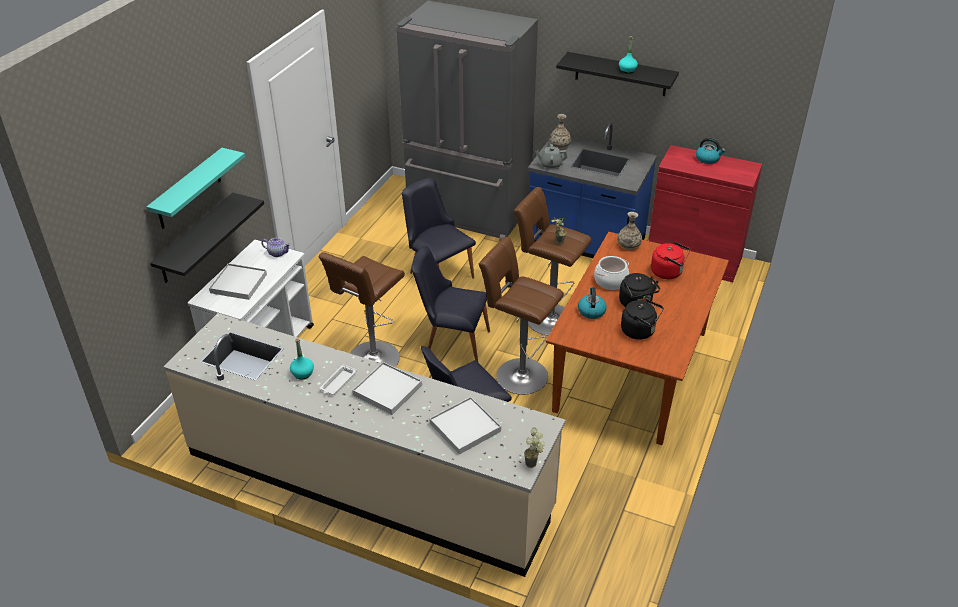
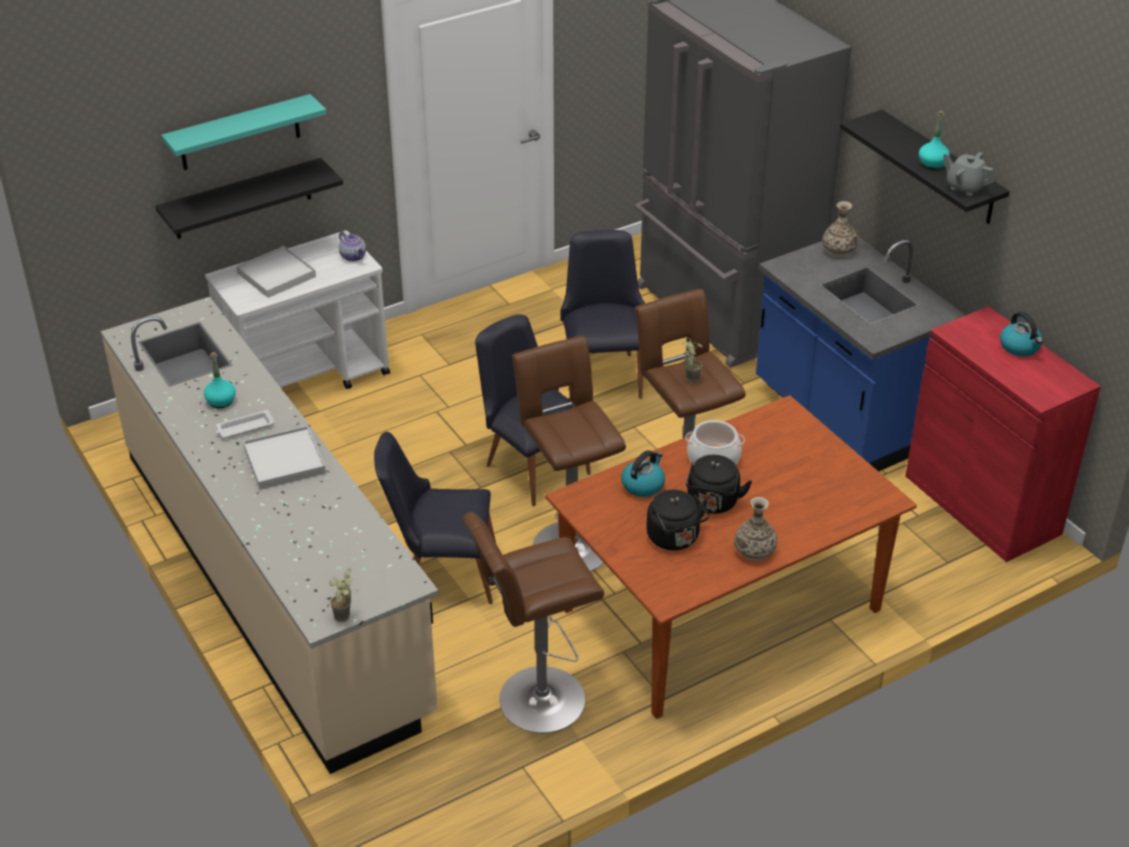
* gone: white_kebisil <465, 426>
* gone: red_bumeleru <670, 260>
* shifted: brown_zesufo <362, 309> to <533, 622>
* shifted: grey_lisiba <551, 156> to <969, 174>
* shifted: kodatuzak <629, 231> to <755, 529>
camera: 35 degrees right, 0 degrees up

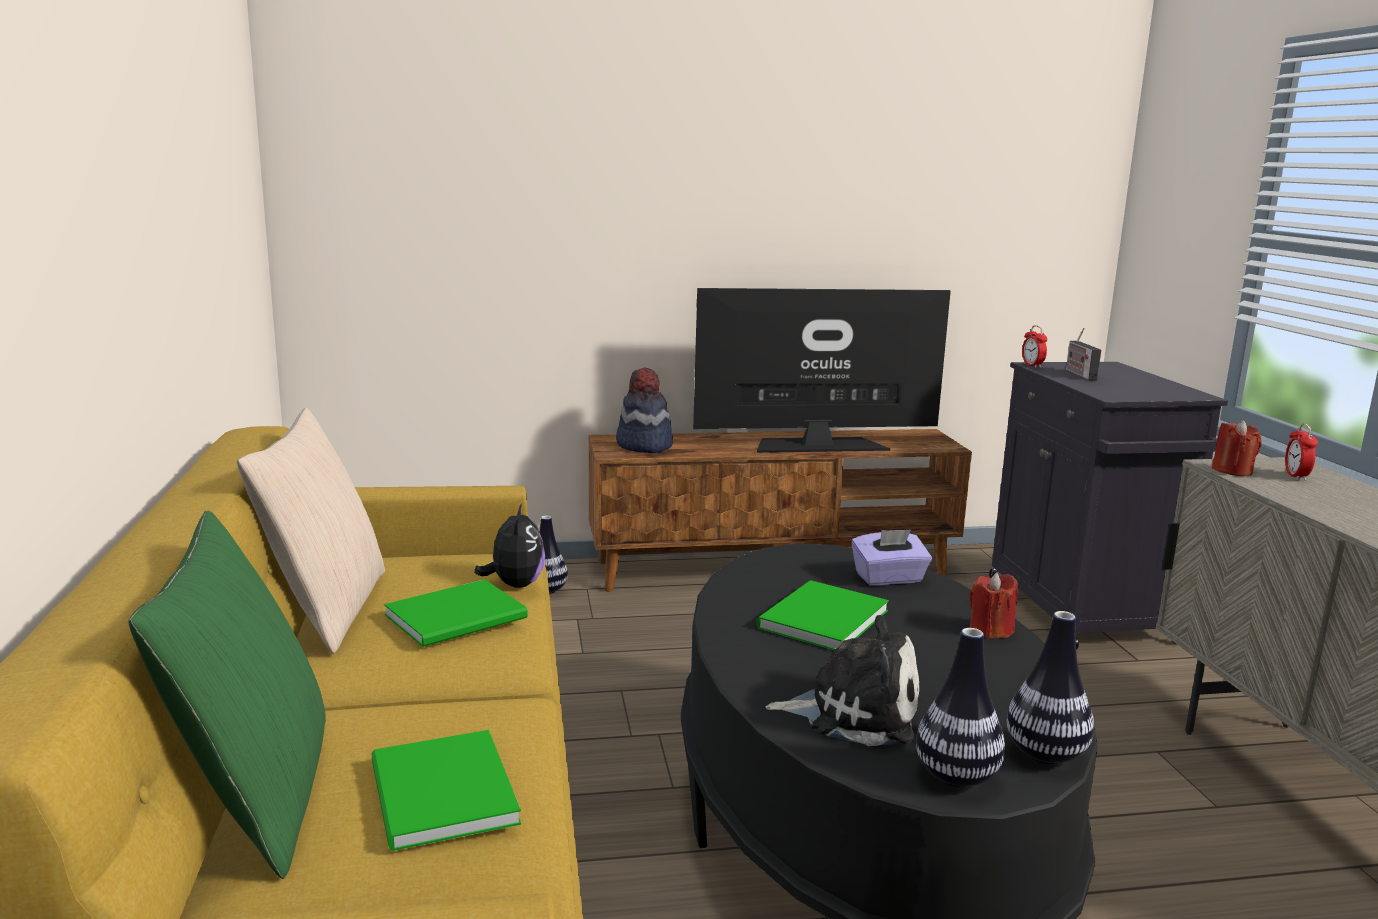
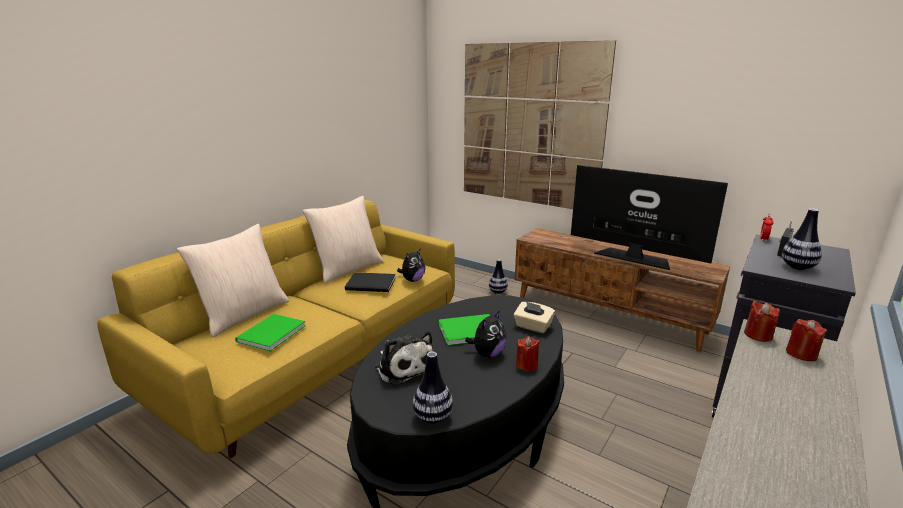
* gone: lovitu <644, 410>
* new: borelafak <540, 124>
* new: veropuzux <485, 333>
* shifted: kodatuzak <960, 707> to <802, 239>
* swapped: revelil <1301, 452> to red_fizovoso <806, 340>
* repainted: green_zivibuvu <227, 694> to beige_zivibuvu <233, 281>
* repainted: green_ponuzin <456, 613> to black_ponuzin <370, 282>
* repainted: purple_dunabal <891, 557> to beige_dunabal <534, 317>
camera: 45 degrees right, 5 degrees up

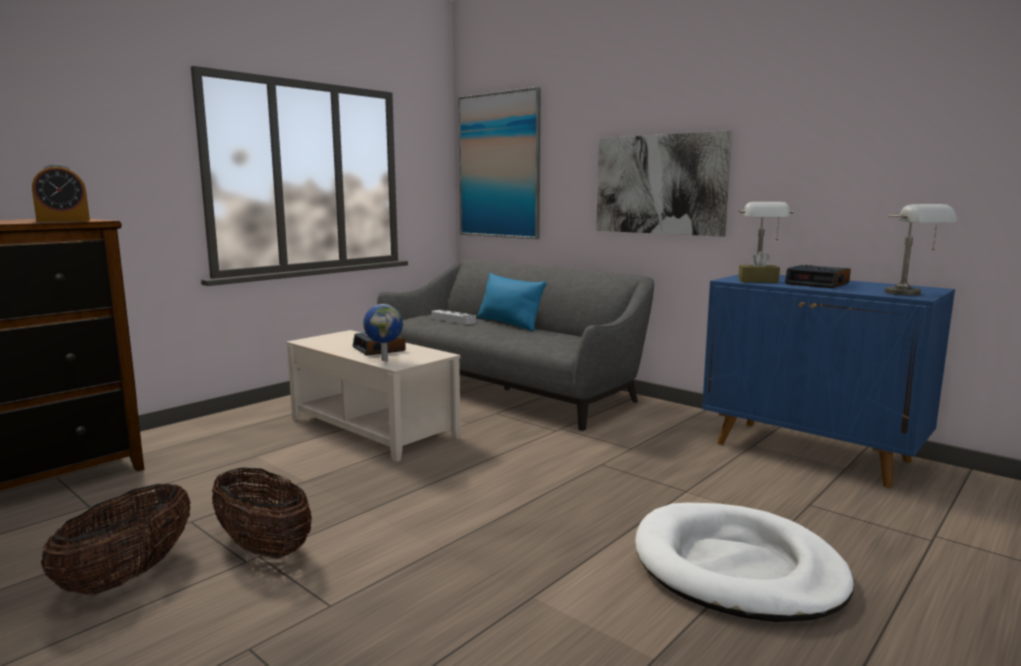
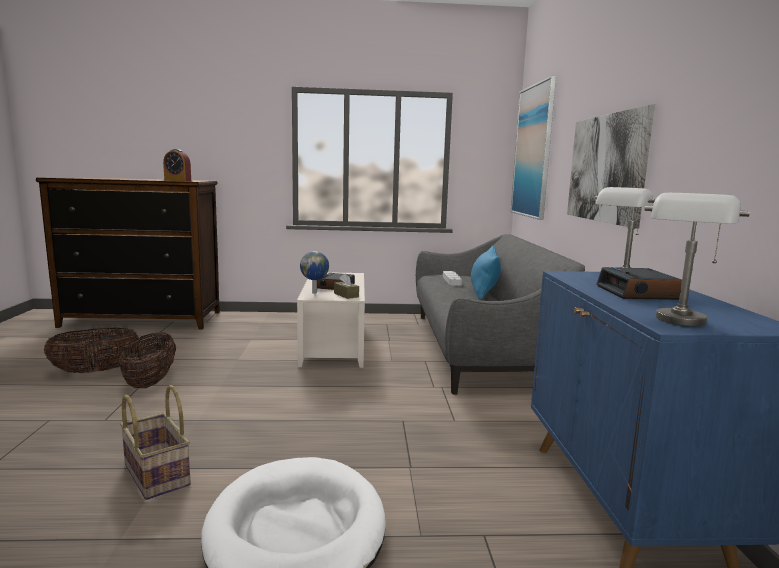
* new: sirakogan <155, 442>
* shifted: brown_dunabal <759, 267> to <346, 286>
camera: 45 degrees right, 0 degrees up

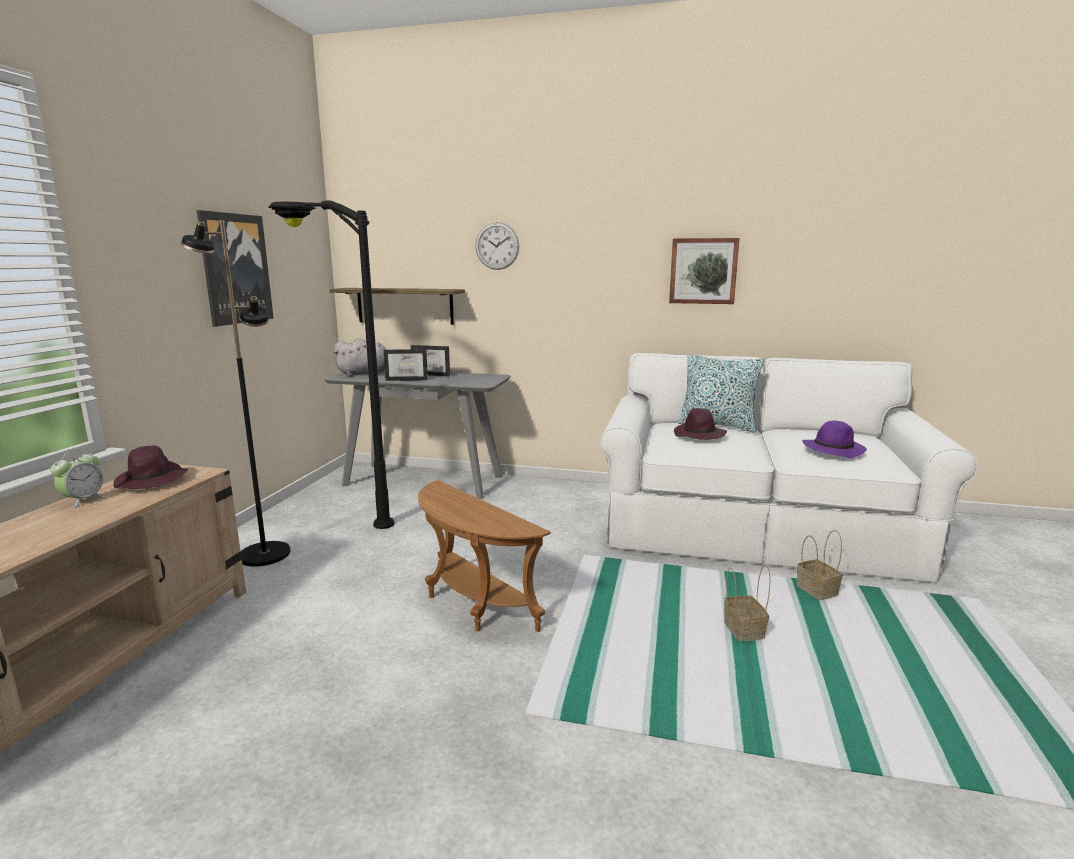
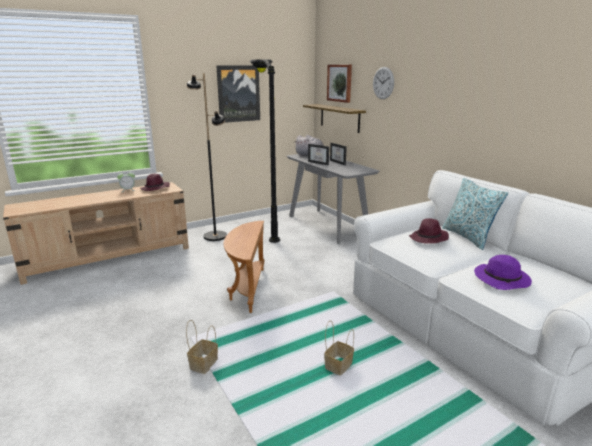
* shifted: borelafak <704, 271> to <339, 84>
* shifted: sirakogan <819, 565> to <202, 347>
camera: 45 degrees right, 5 degrees up

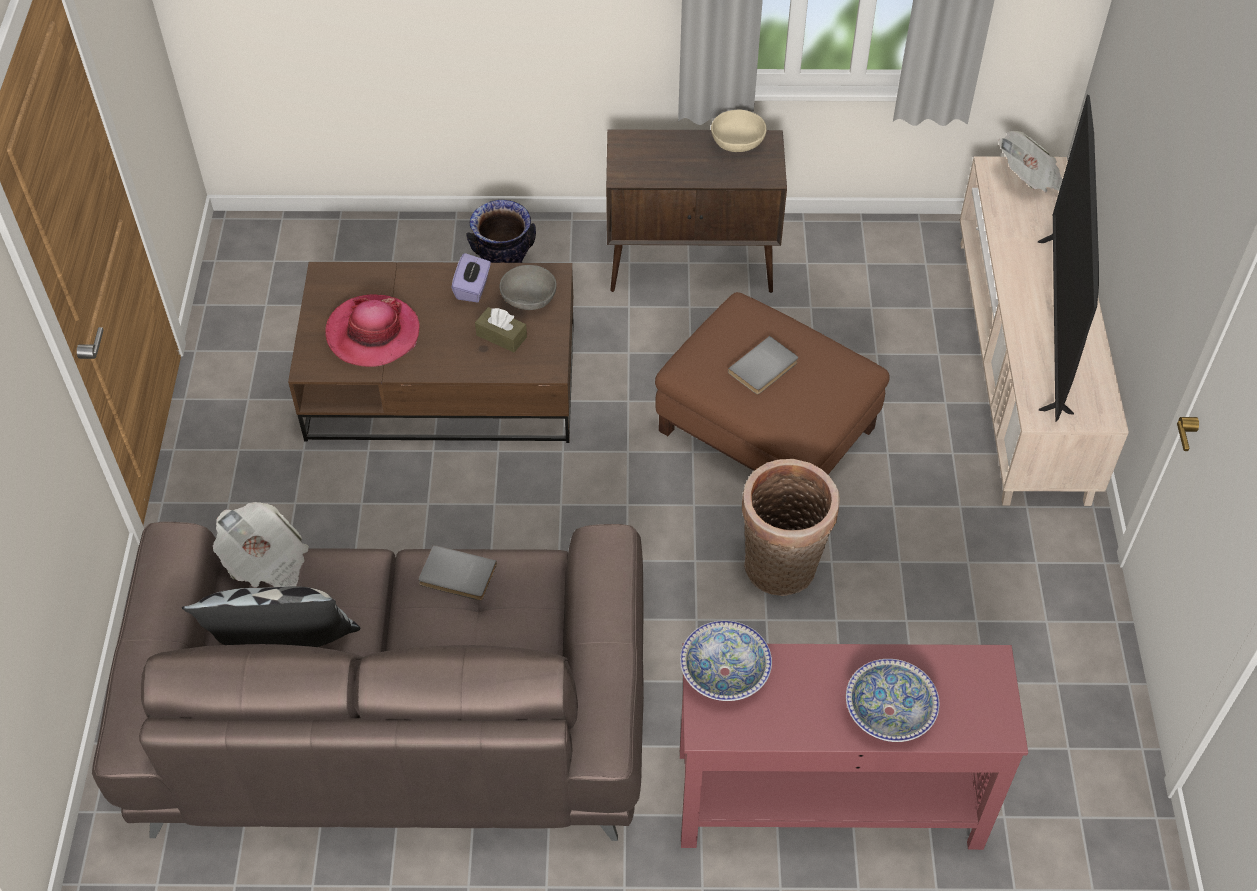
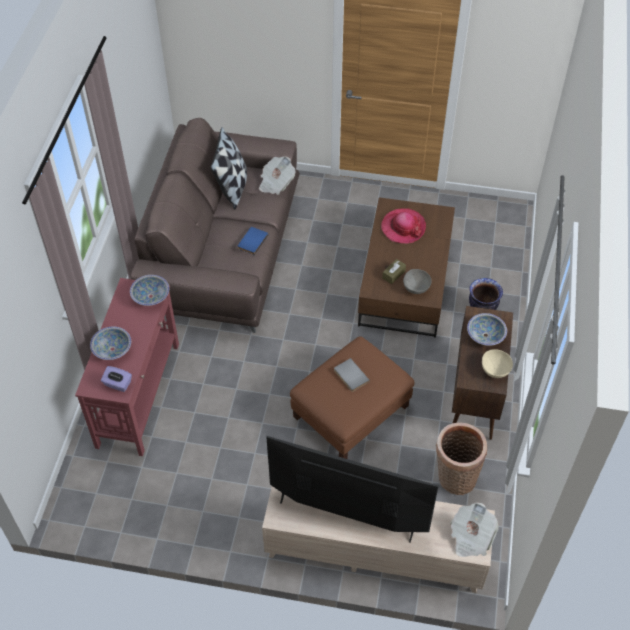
* new: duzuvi <487, 329>
* shifted: purple_dunabal <471, 278> to <116, 379>
* shifted: sirakogan <791, 527> to <461, 458>
* repainted: grey_ponuzin <457, 573> to blue_ponuzin <253, 241>
camera: 100 degrees right, 0 degrees up

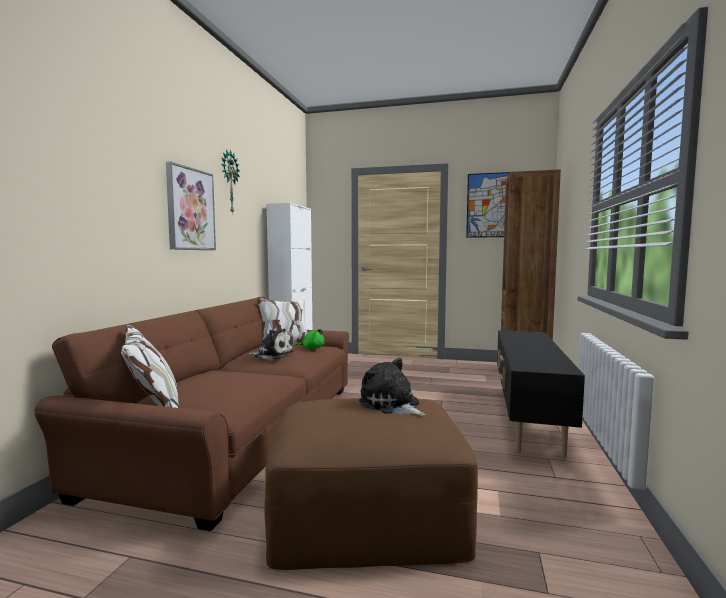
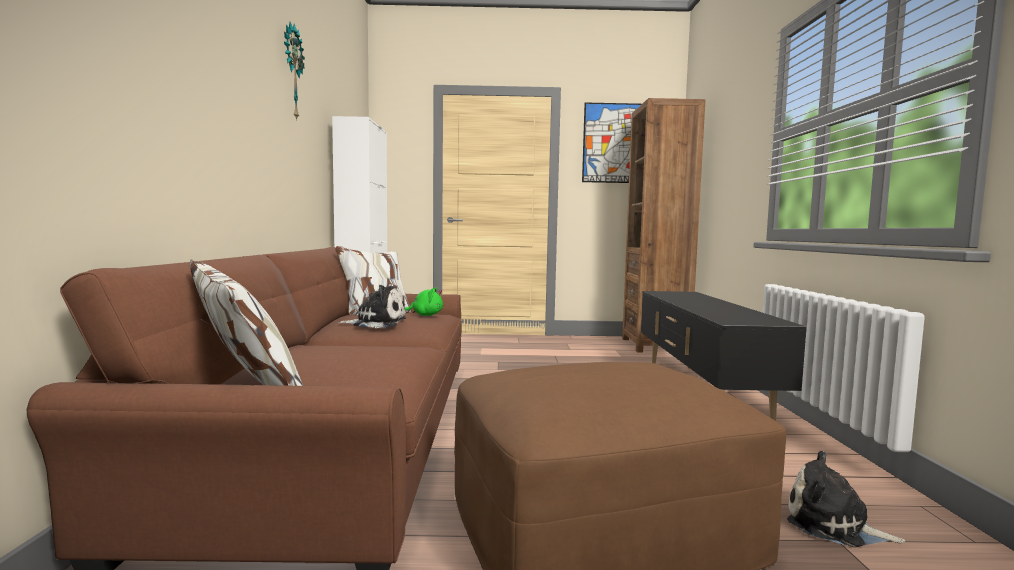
* gone: borelafak <191, 205>
* shifted: veropuzux <392, 387> to <846, 499>
camera: 15 degrees left, 0 degrees up

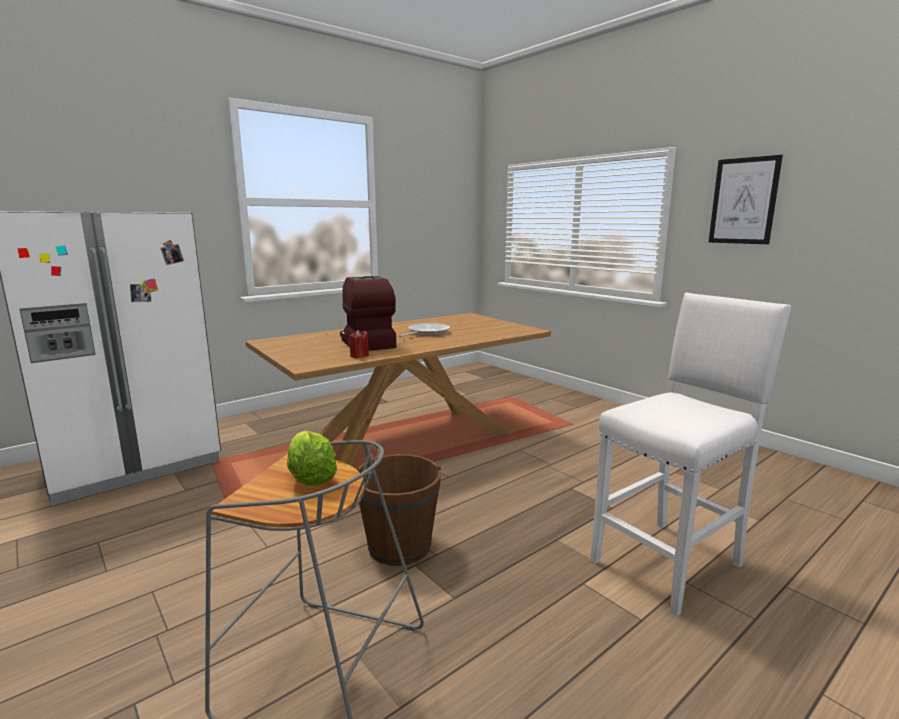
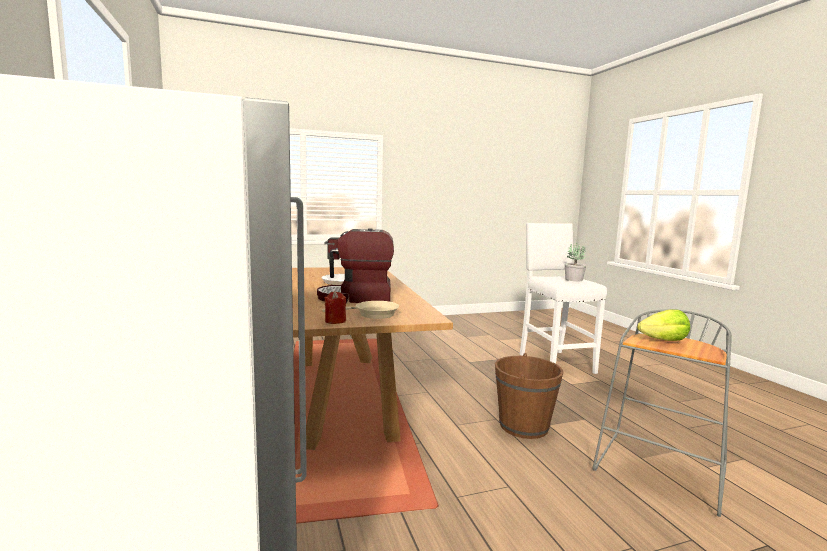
* gone: borelafak <745, 199>
* new: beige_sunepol <360, 310>
* new: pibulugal <575, 262>
* shifted: red_fizovoso <358, 344> to <335, 307>
camera: 70 degrees left, 5 degrees down

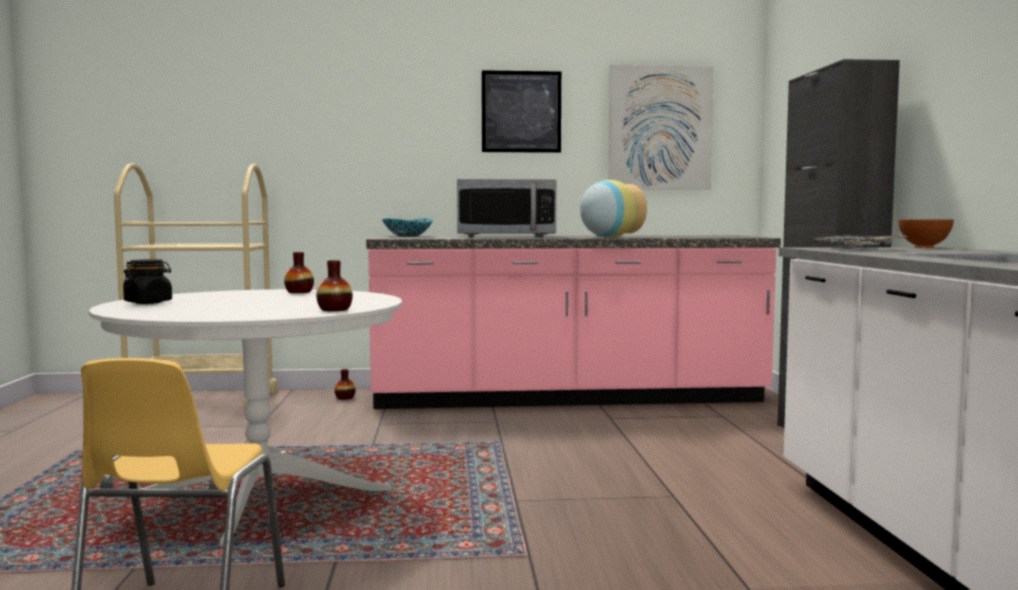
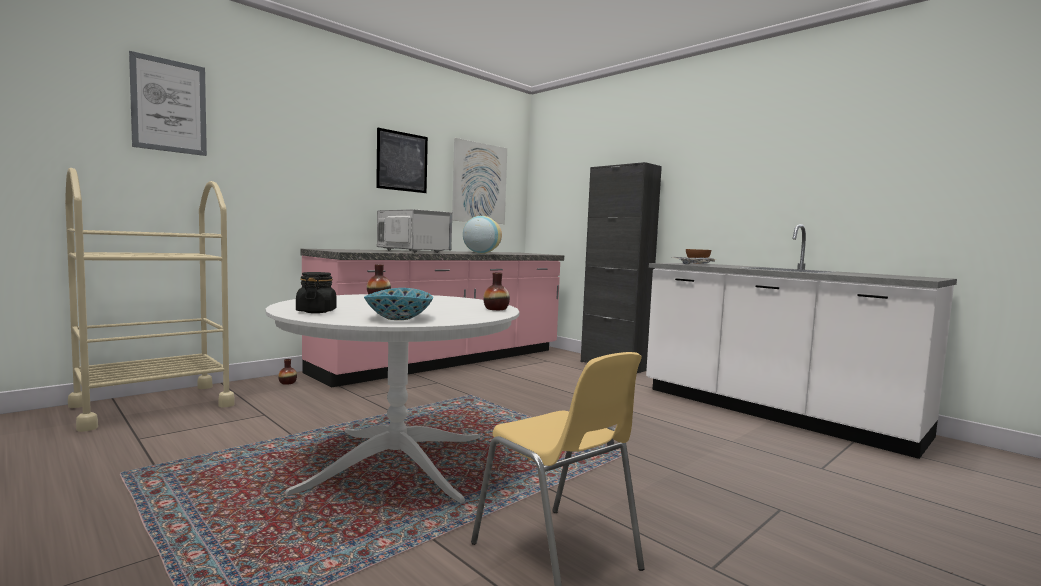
* new: borelafak <168, 103>
* shifted: duzuvi <407, 227> to <398, 304>
* rotated: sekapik <507, 208> = <414, 231> 90 degrees counterclockwise
camera: 40 degrees left, 0 degrees up

